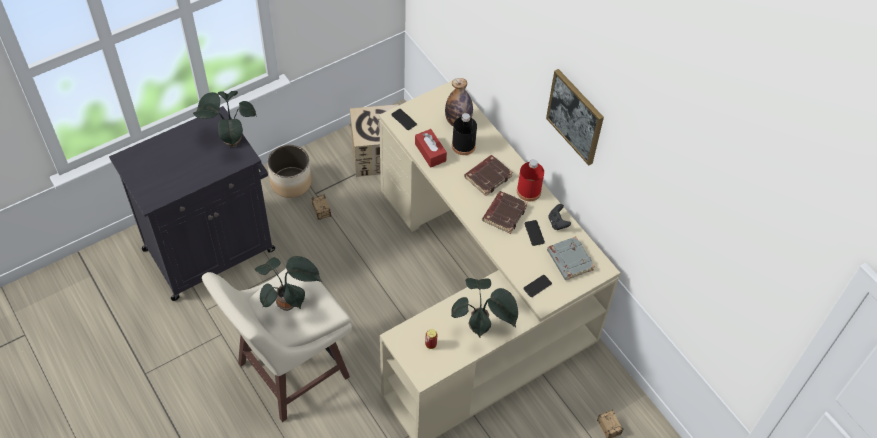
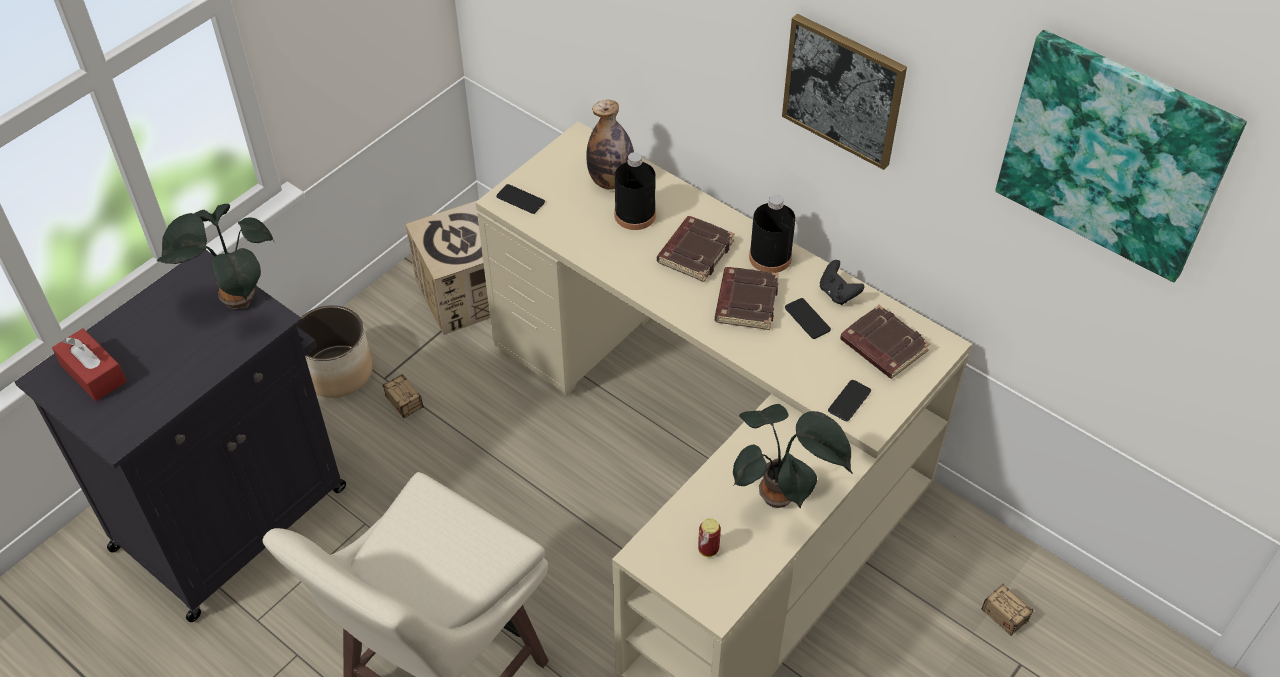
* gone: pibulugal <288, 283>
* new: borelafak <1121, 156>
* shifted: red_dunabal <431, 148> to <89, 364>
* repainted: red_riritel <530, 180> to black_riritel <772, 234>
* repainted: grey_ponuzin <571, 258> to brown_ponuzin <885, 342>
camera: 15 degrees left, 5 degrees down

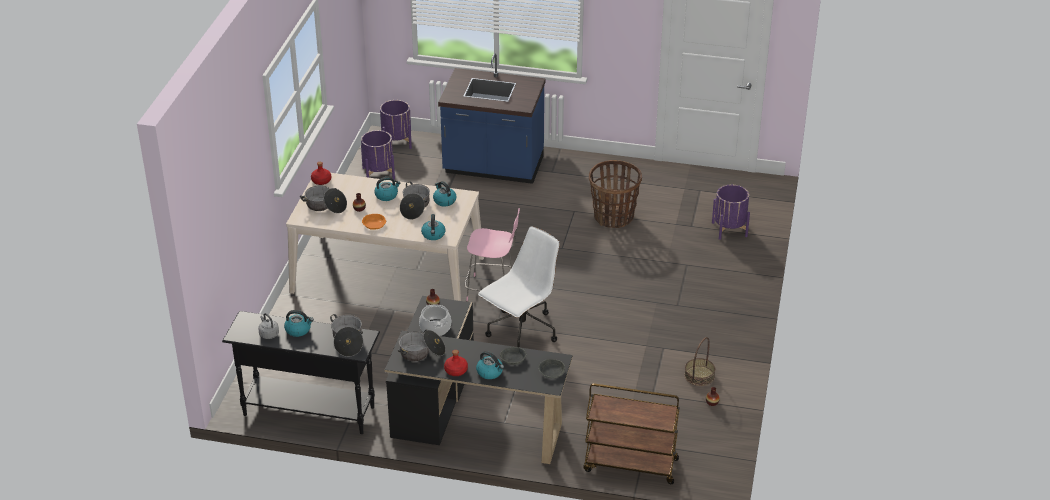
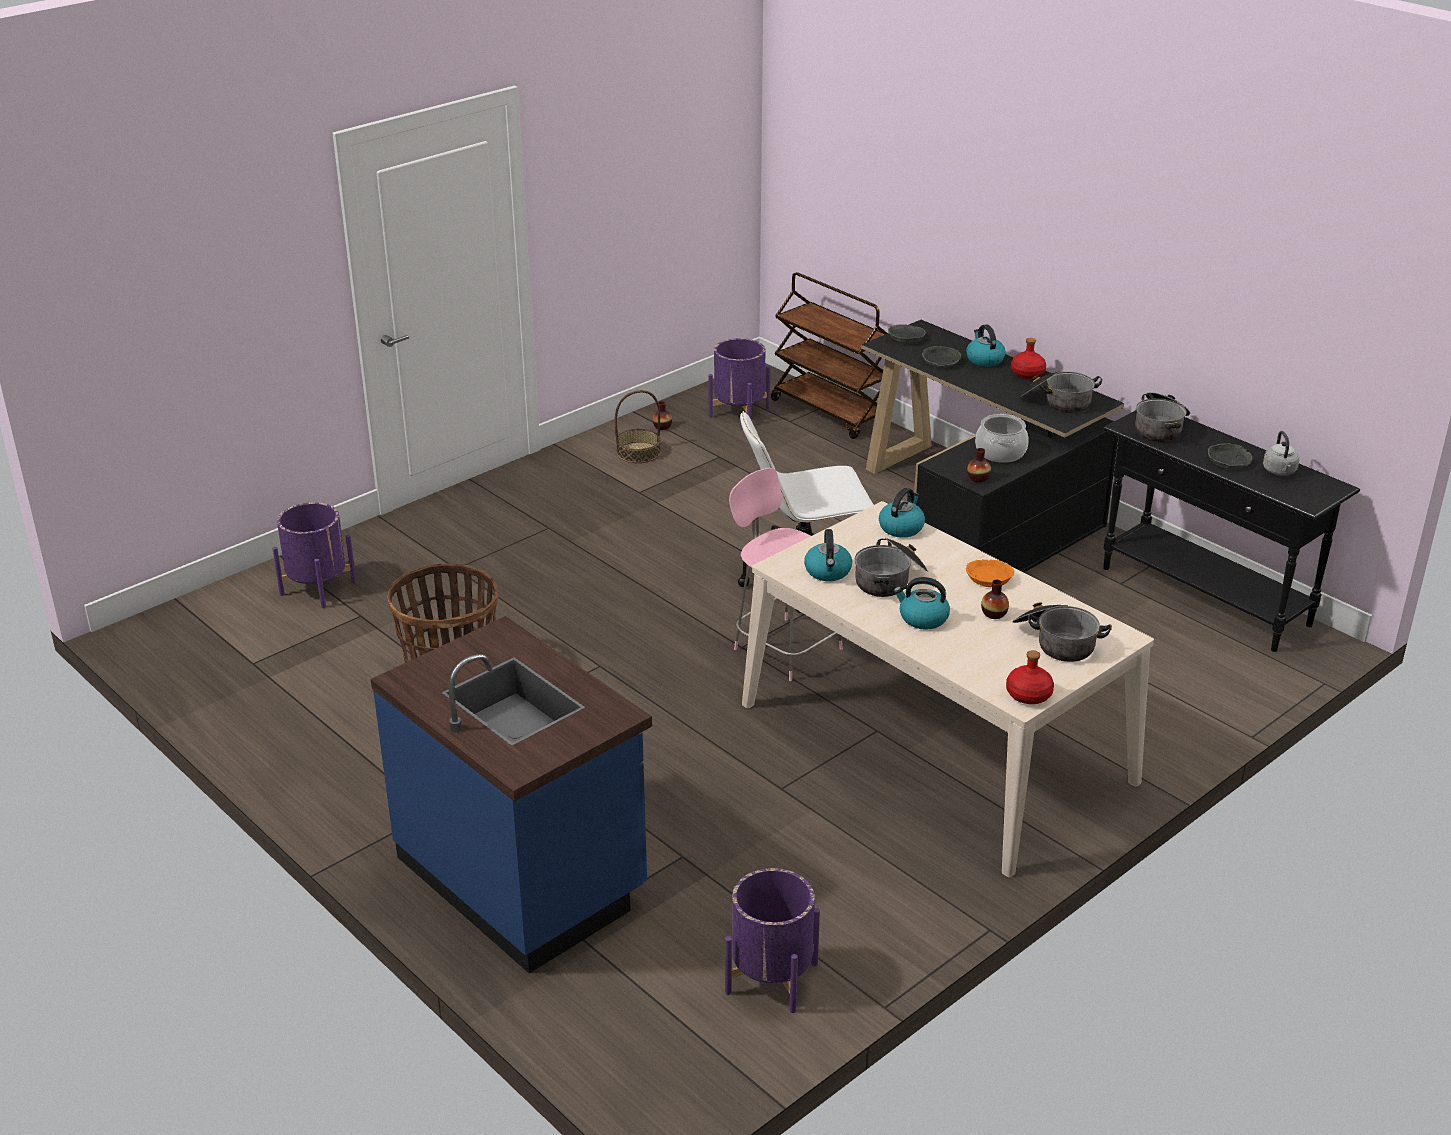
* shifted: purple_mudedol <396, 124> to <739, 378>
* swapped: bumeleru <299, 323> to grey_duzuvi <1230, 456>
camera: 145 degrees left, 5 degrees down

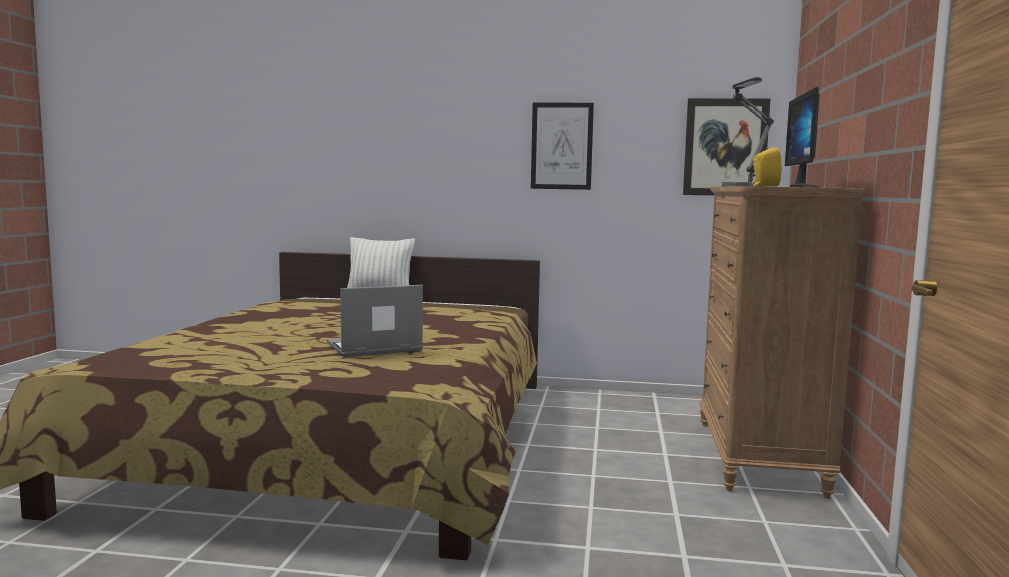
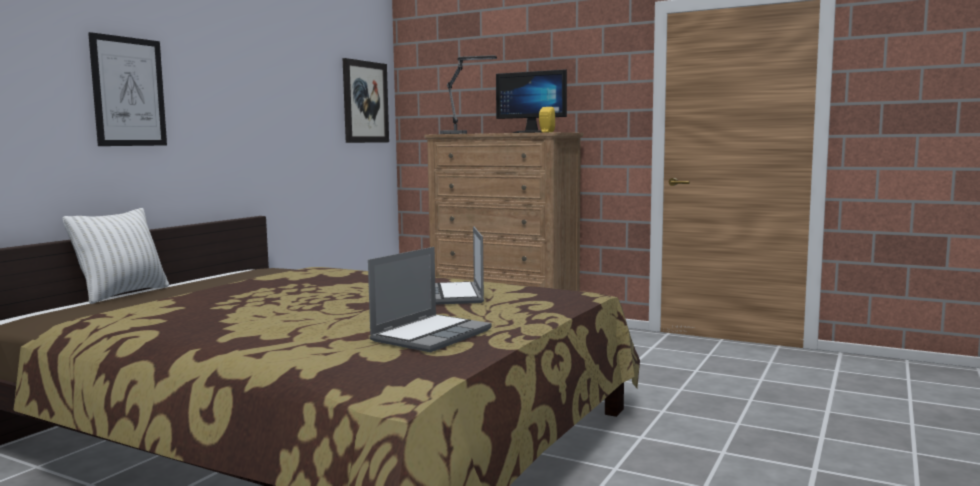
* new: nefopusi <430, 299>
* shifted: borelafak <562, 146> to <127, 89>
camera: 70 degrees left, 0 degrees up

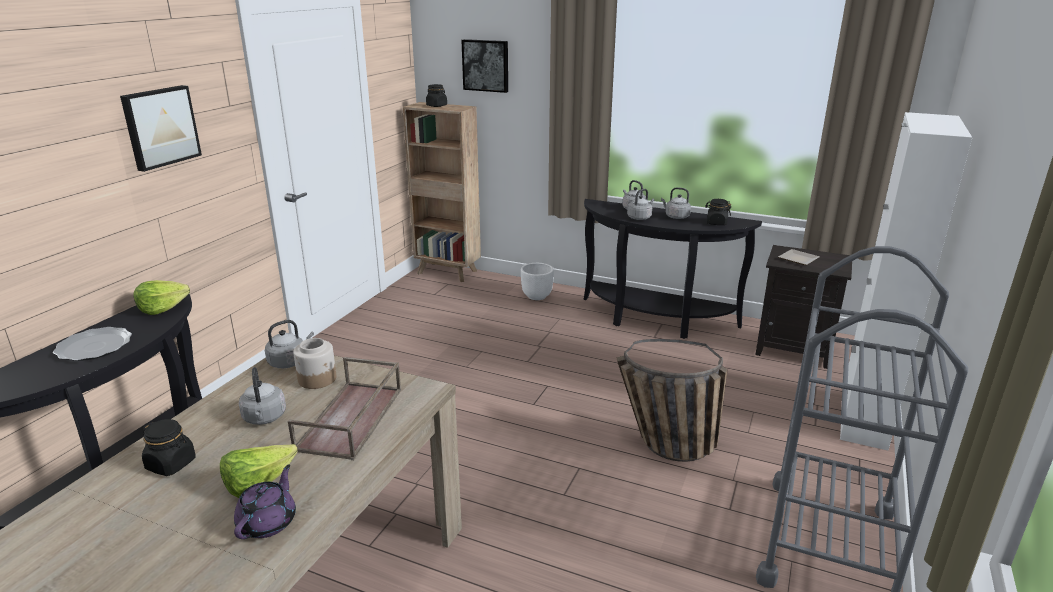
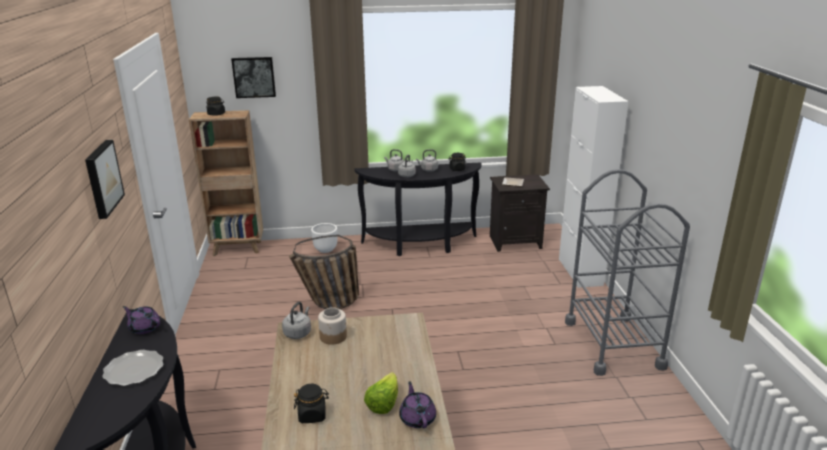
* gone: grey_bumeleru <262, 396>
* gone: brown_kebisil <344, 408>
* shifted: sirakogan <672, 400> to <324, 272>
* swapped: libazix <162, 297> to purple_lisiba <141, 320>
camera: 30 degrees left, 0 degrees up

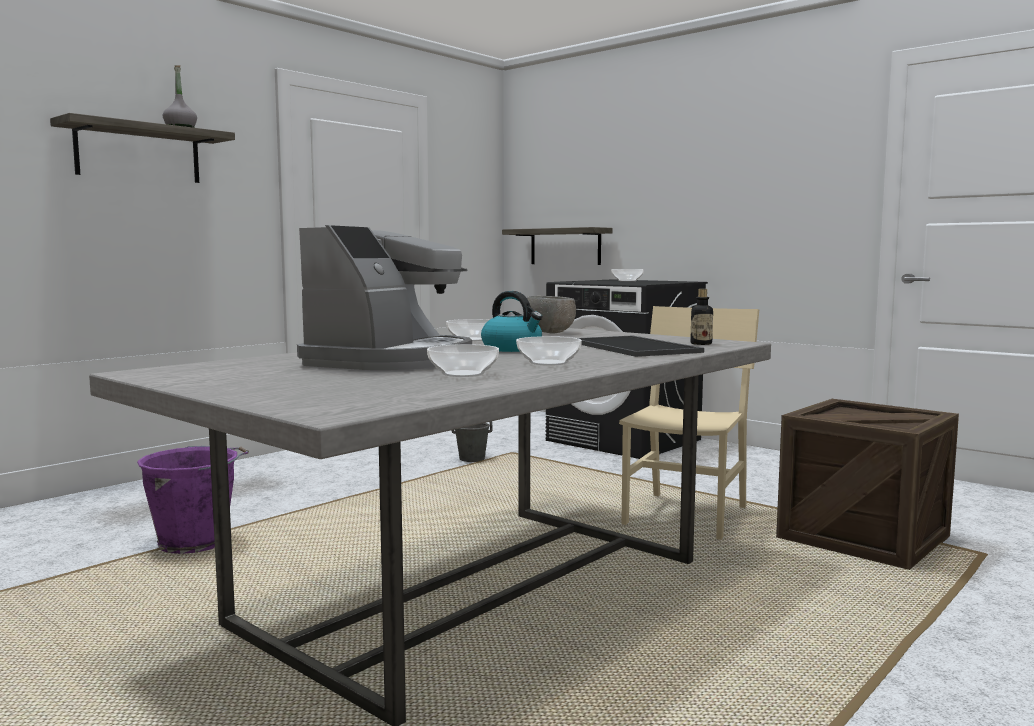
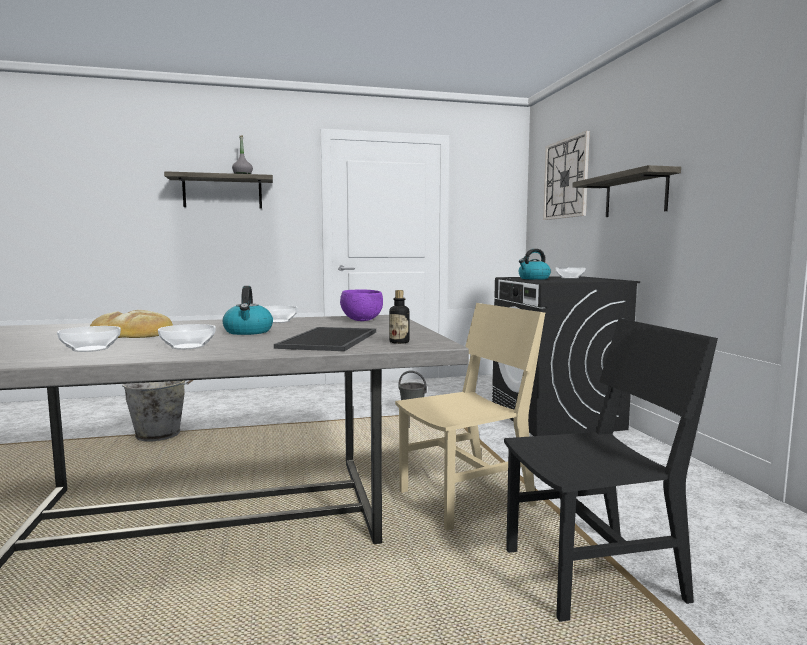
* new: bumeleru <534, 264>
* new: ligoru <566, 175>
* shifted: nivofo <557, 246> to <626, 191>
* swapped: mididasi <384, 297> to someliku <131, 324>
* swapped: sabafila <867, 484> to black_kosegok <611, 470>
* repainted: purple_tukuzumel <193, 500> to grey_tukuzumel <157, 410>
* repainted: grey_duzuvi <551, 314> to purple_duzuvi <361, 305>
camera: 35 degrees right, 0 degrees up

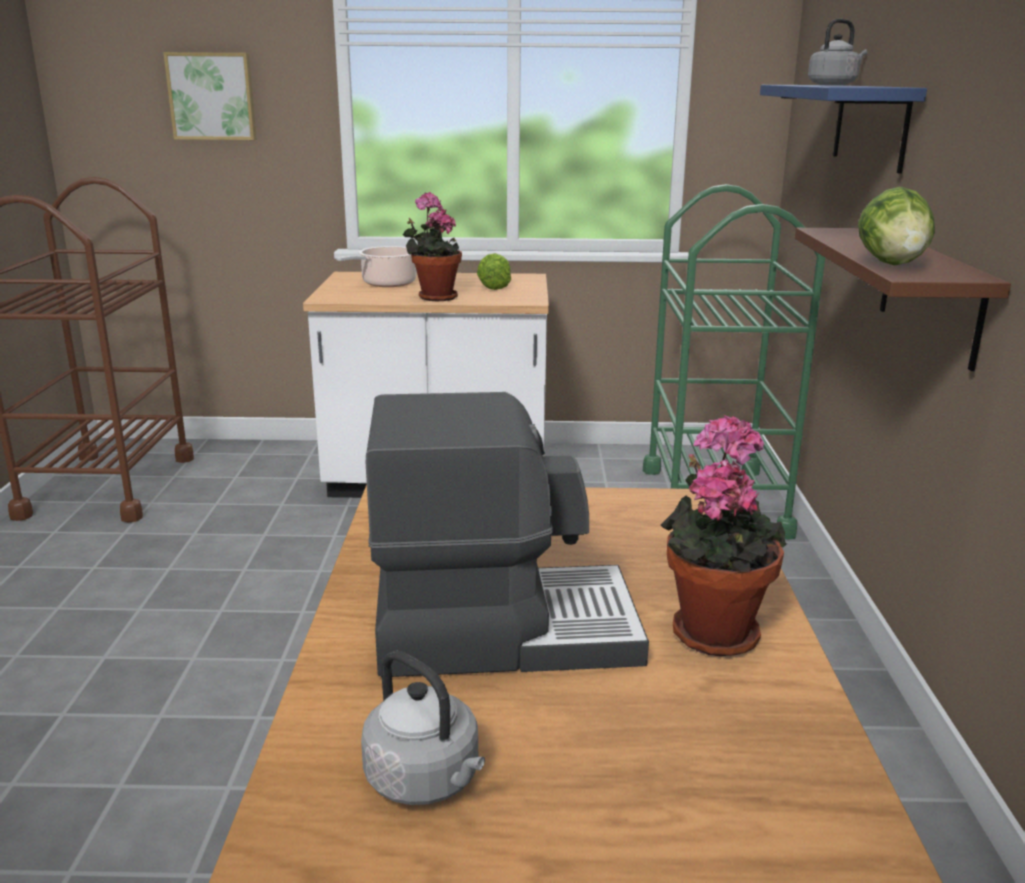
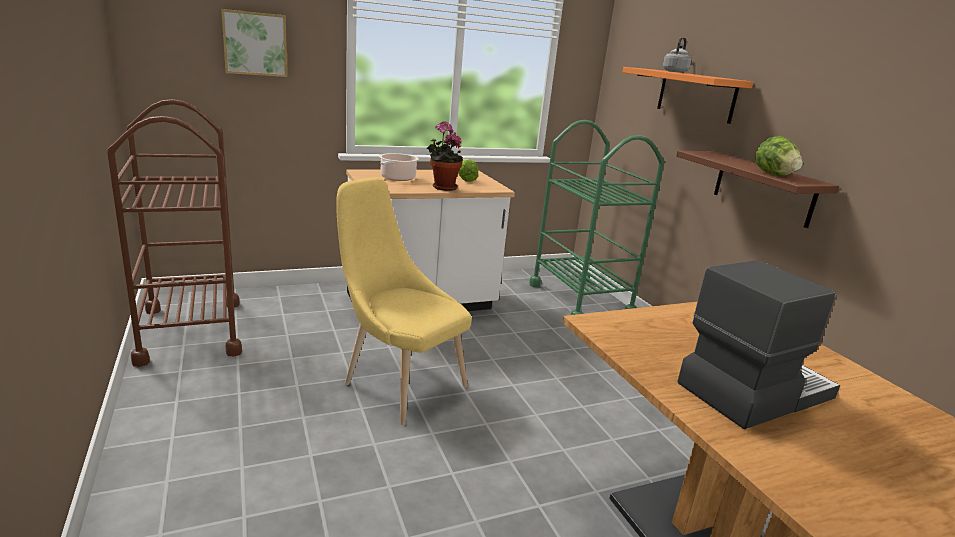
* gone: grey_bumeleru <423, 727>
* gone: pibulugal <724, 535>
* new: yellow_kosegok <404, 301>
* repainted: blue_nivofo <843, 129> to orange_nivofo <688, 95>
camera: 25 degrees left, 0 degrees up

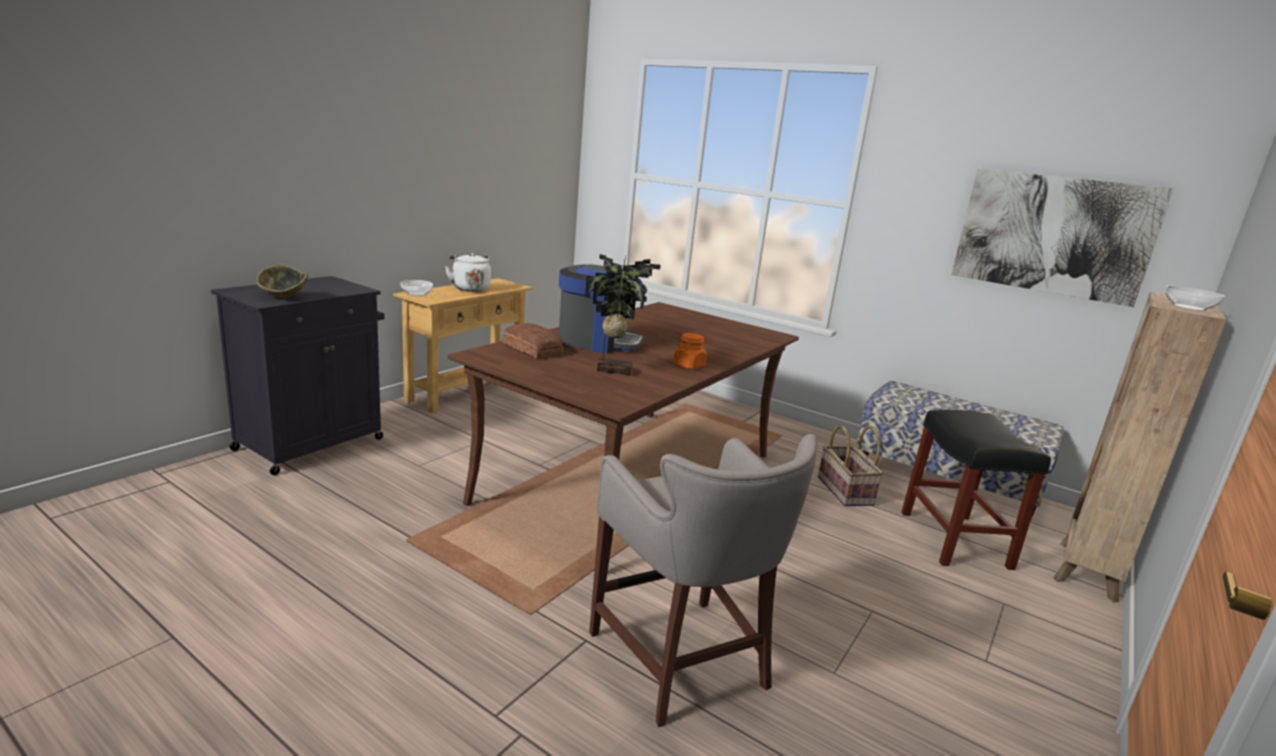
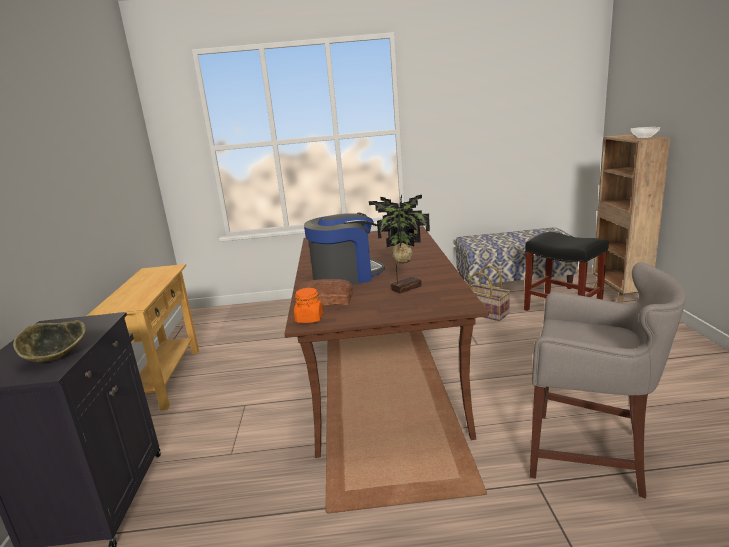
* gone: duzuvi <416, 288>
* gone: white_bumeleru <468, 272>
* gone: borelafak <1062, 238>
* shifted: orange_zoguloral <690, 351> to <308, 305>
camera: 35 degrees left, 0 degrees up

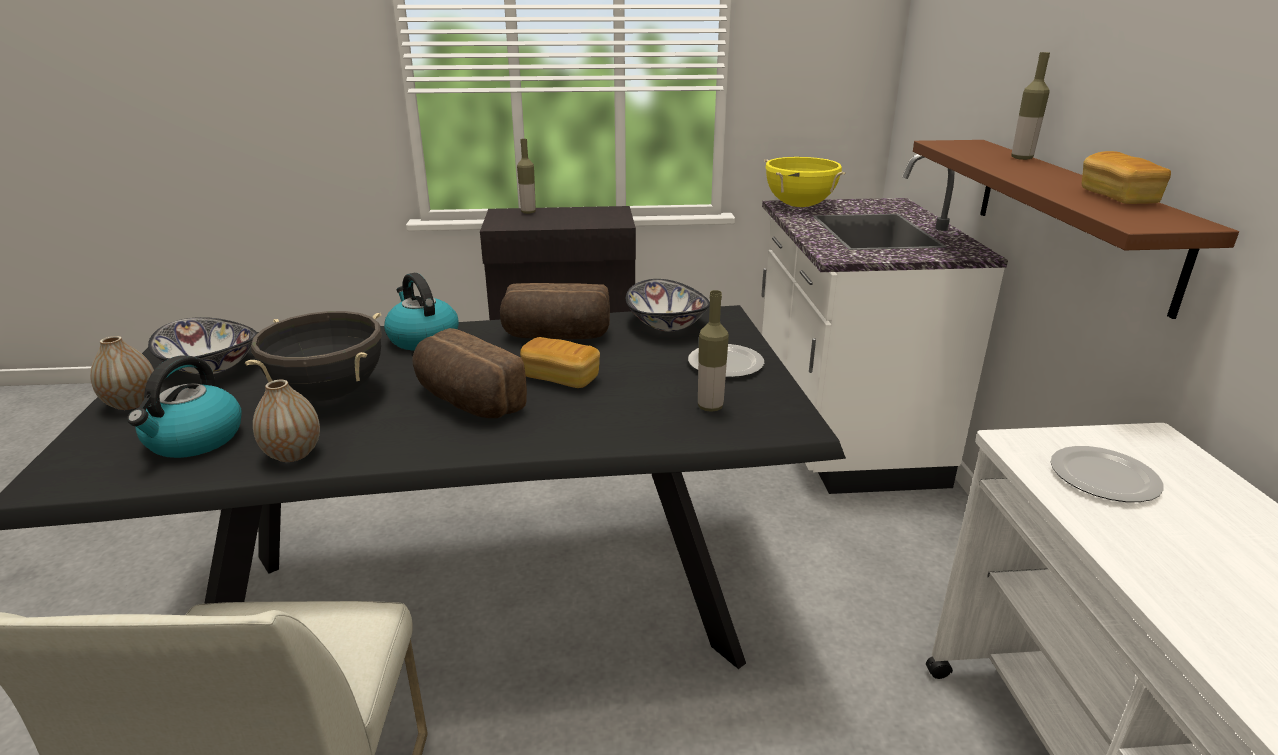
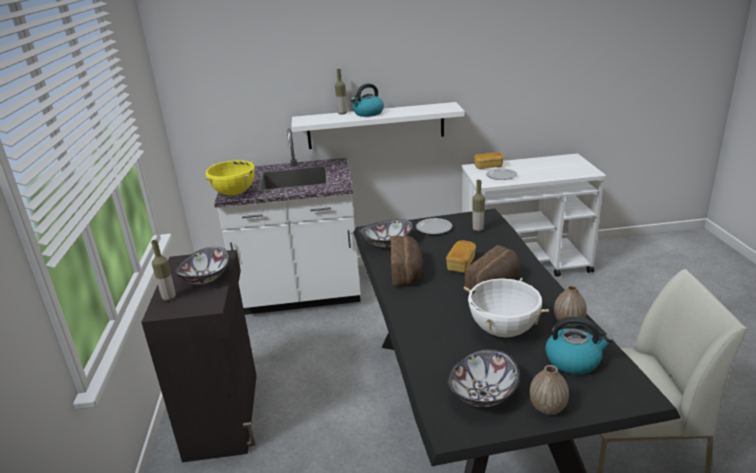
* new: duzuvi <202, 266>
* shifted: bumeleru <421, 312> to <367, 100>
* shifted: someliku <1126, 177> to <489, 160>
* repainted: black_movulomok <313, 356> to white_movulomok <506, 307>
* repainted: brown_nivofo <1076, 229> to white_nivofo <378, 125>
camera: 90 degrees left, 0 degrees up

